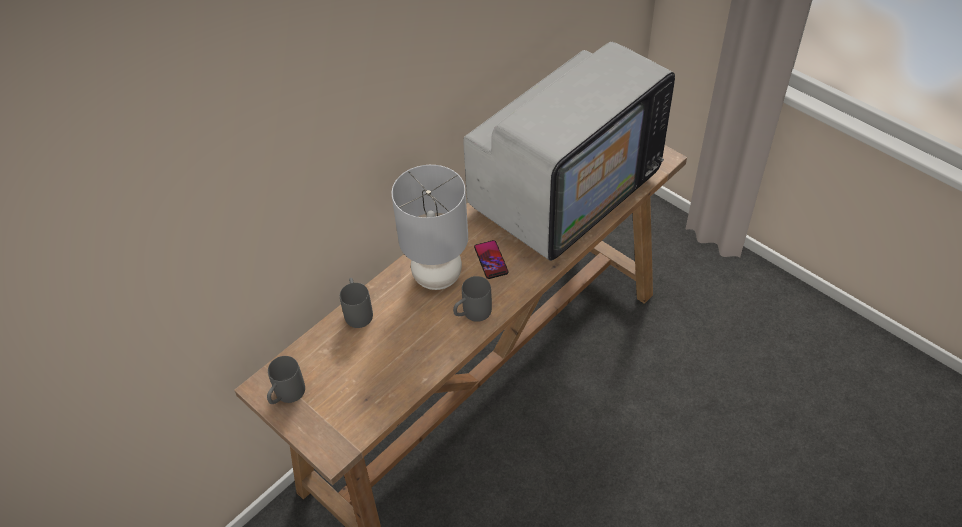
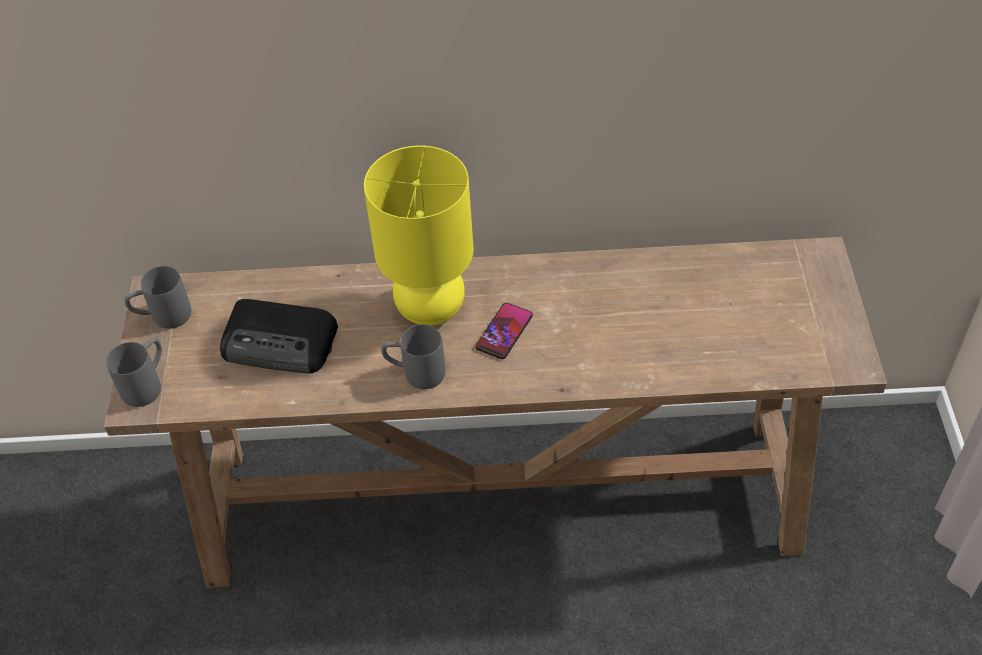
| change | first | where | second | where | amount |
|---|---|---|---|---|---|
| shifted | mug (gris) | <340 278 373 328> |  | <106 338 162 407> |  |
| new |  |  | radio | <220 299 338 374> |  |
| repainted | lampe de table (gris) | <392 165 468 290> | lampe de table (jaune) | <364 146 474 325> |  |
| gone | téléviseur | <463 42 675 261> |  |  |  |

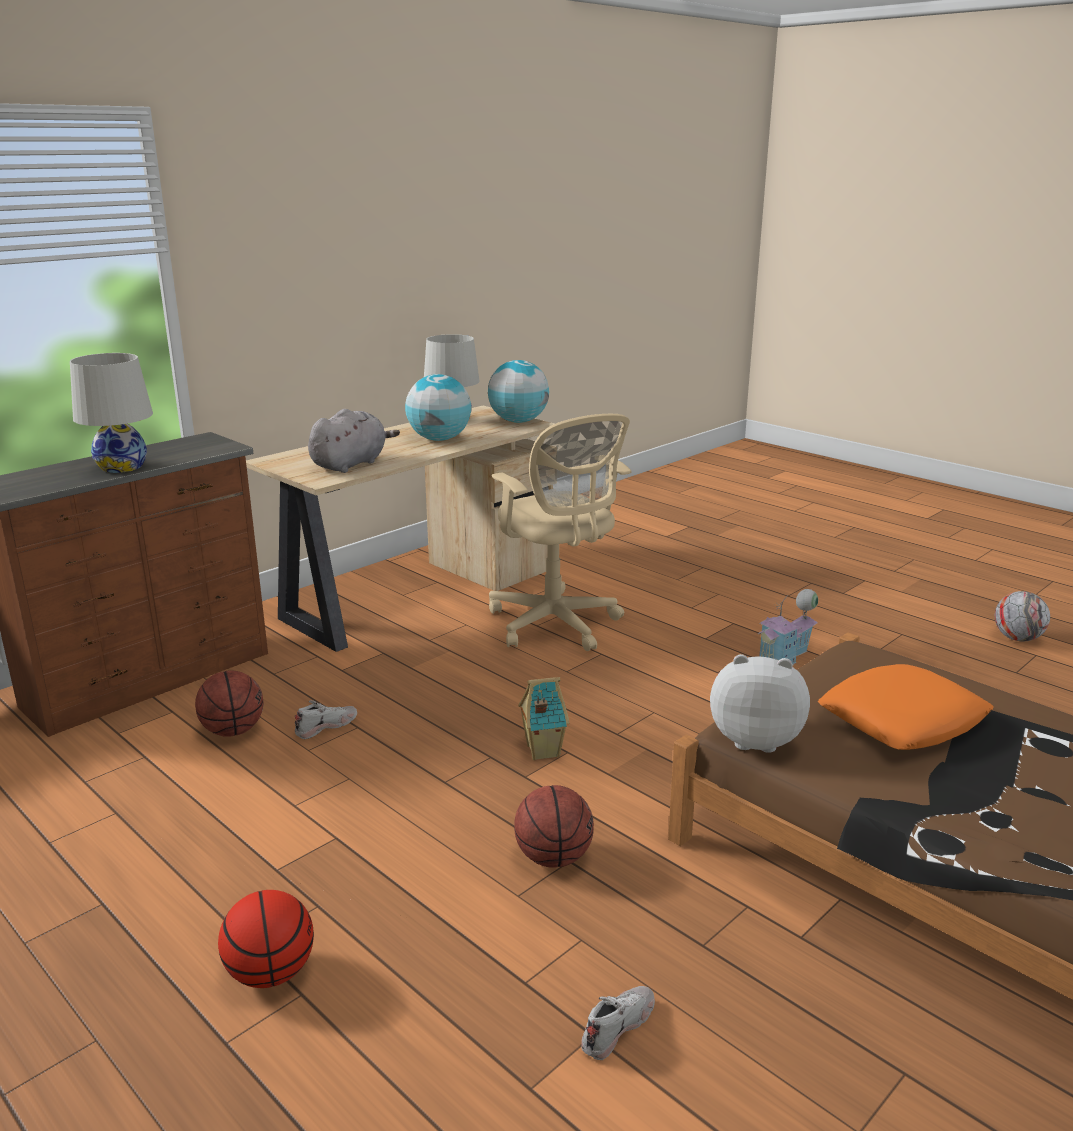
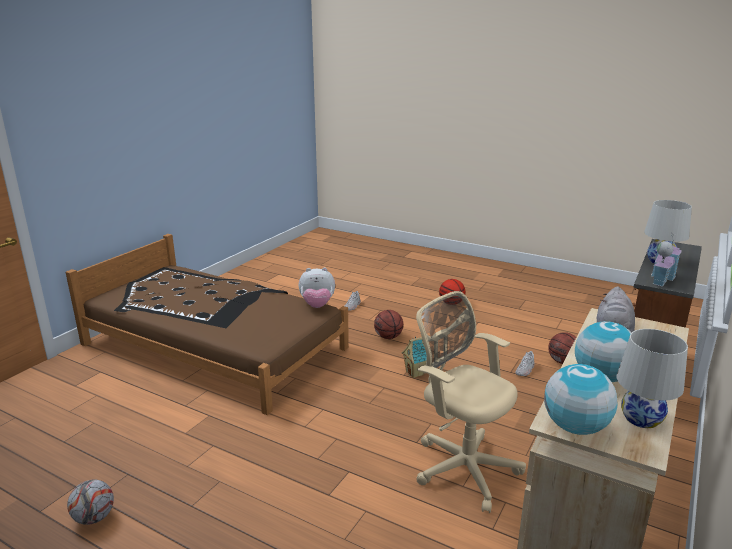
| change | first | where | second | where | amount |
|---|---|---|---|---|---|
| shifted | maison miniature | <758 589 818 666> |  | <651 233 682 287> |  |
| gone | coussin (orange) | <818 664 994 750> |  |  |  |

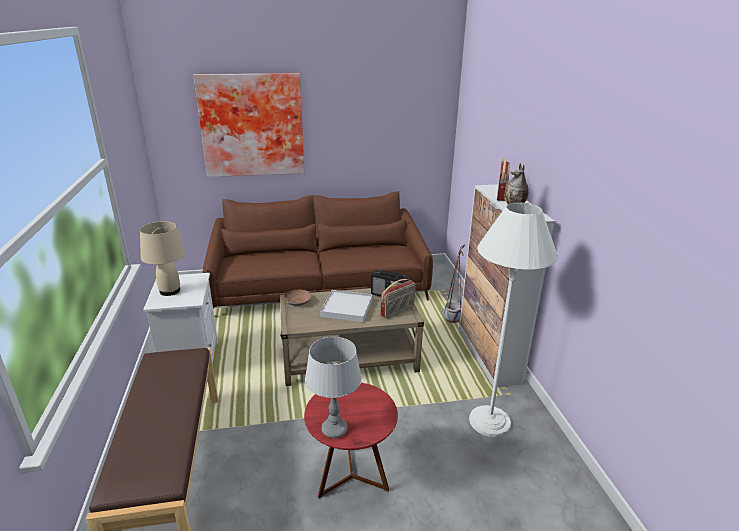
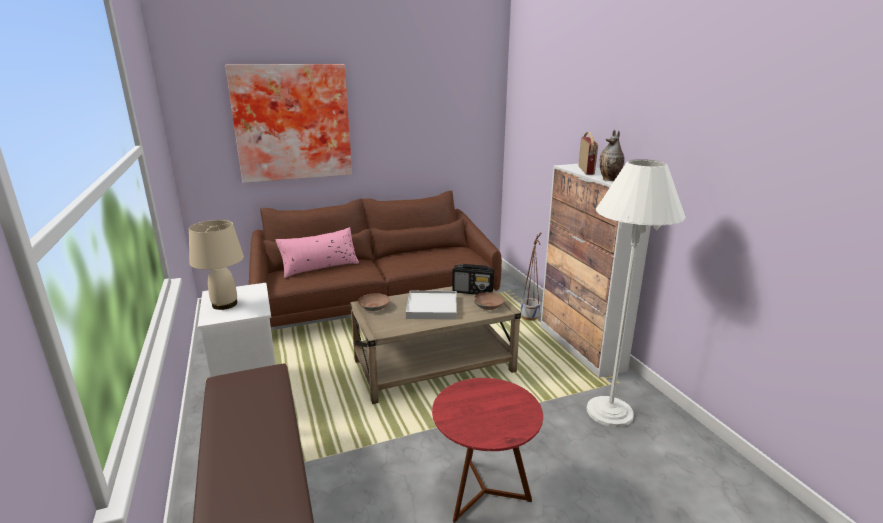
| change | first | where | second | where | amount |
|---|---|---|---|---|---|
| new |  |  | coussin (rose) | <275 227 359 278> |  |
| swapped | radio | <380 279 416 319> | bol (marron) | <474 292 505 310> |  |
| gone | lampe de table (gris) | <305 337 362 438> |  |  |  |

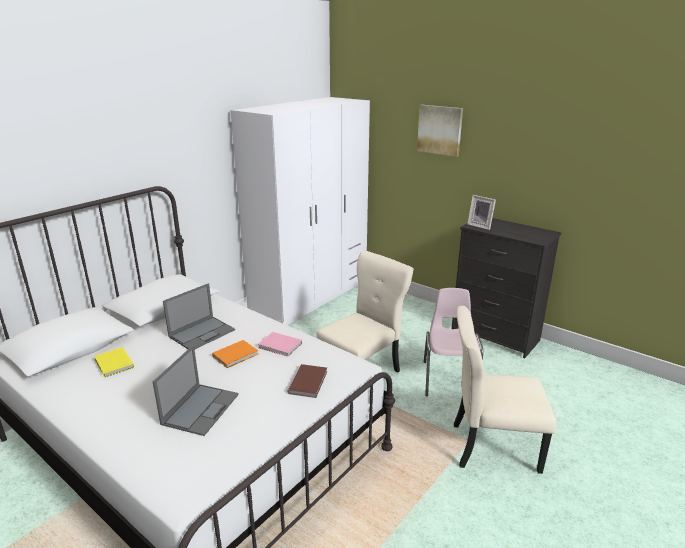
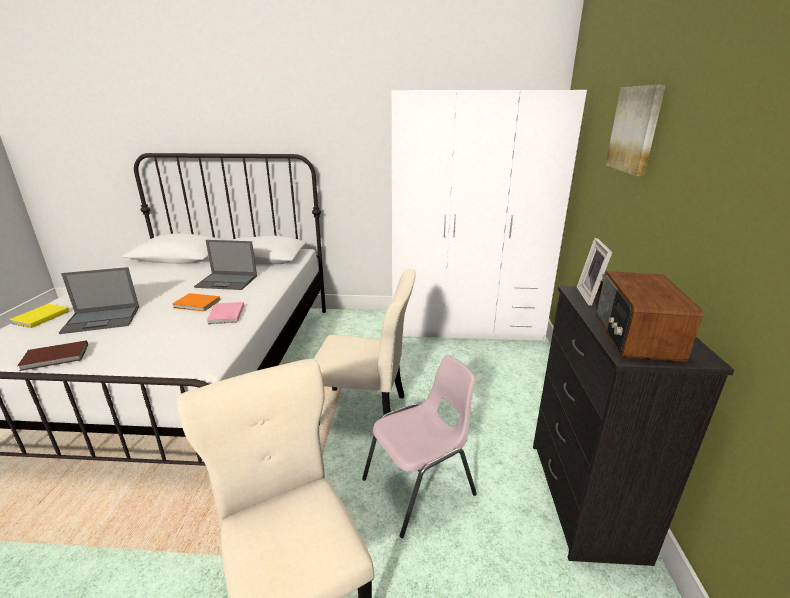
| change | first | where | second | where | amount |
|---|---|---|---|---|---|
| shifted | livre (jaune) | <94 347 134 378> |  | <9 304 70 328> |  |
| shifted | livre (marron) | <288 364 327 398> |  | <17 340 88 371> |  |
| new |  |  | radio | <597 271 703 362> |  |

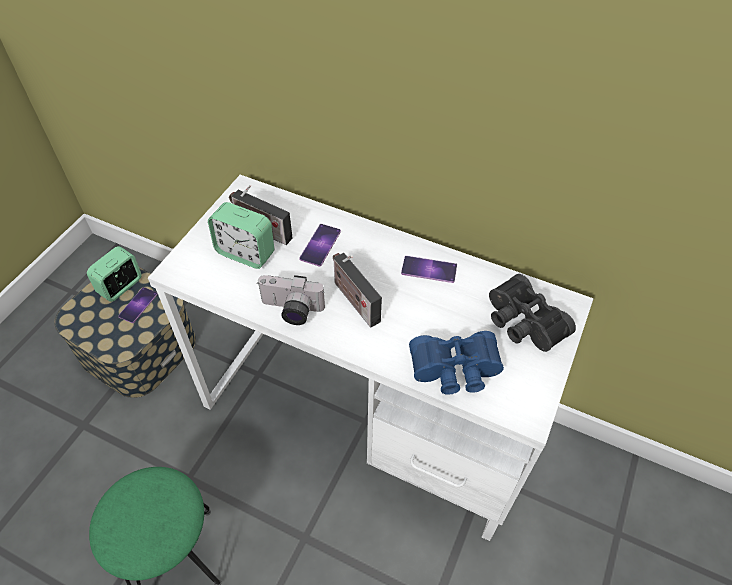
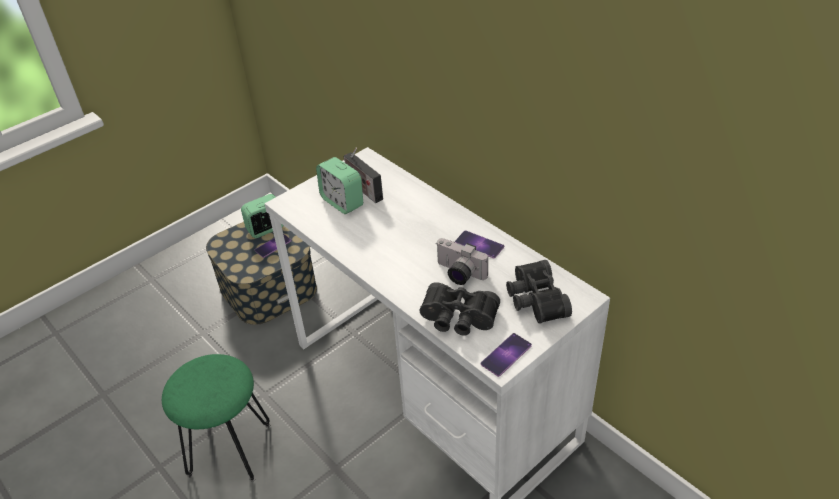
| change | first | where | second | where | amount |
|---|---|---|---|---|---|
| repainted | jumelles (bleu) | <409 331 504 395> | jumelles (noir) | <420 282 500 336> |  |
| shifted | appareil photo | <258 275 325 325> |  | <437 238 488 285> |  |
| shifted | téléphone | <299 224 341 267> |  | <481 333 532 377> |  |
| gone | radio | <333 253 382 327> |  |  |  |

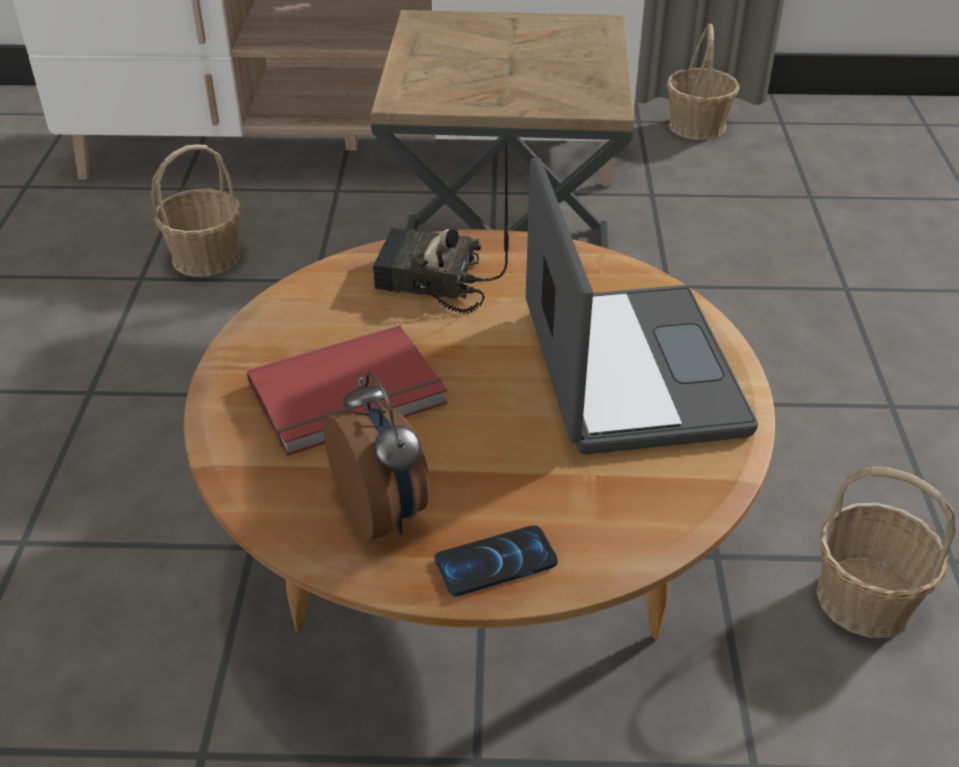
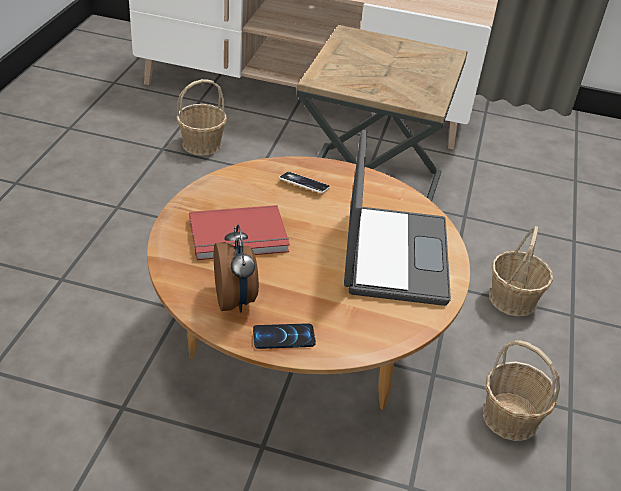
| change | first | where | second | where | amount |
|---|---|---|---|---|---|
| swapped | radio | <373 139 509 314> | téléphone | <279 172 330 193> |  |
| shifted | panier | <666 24 740 140> |  | <489 226 553 317> |  |

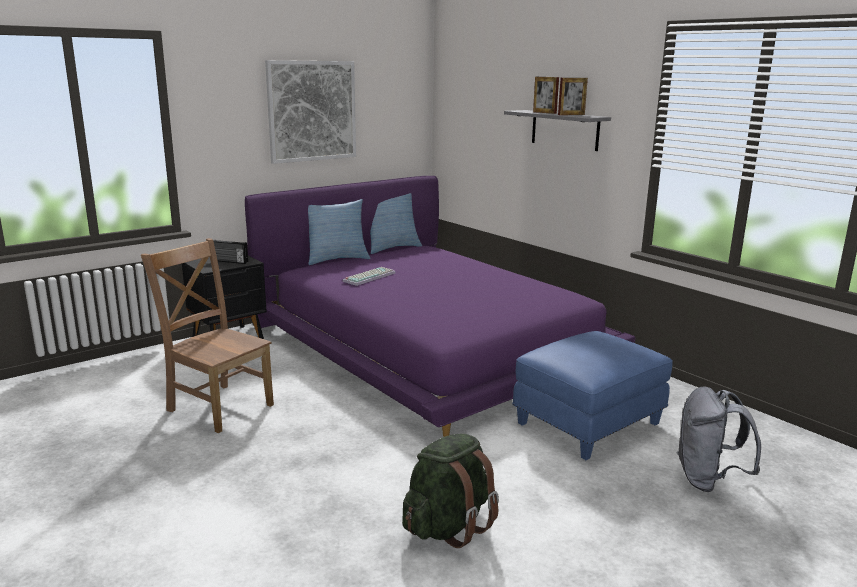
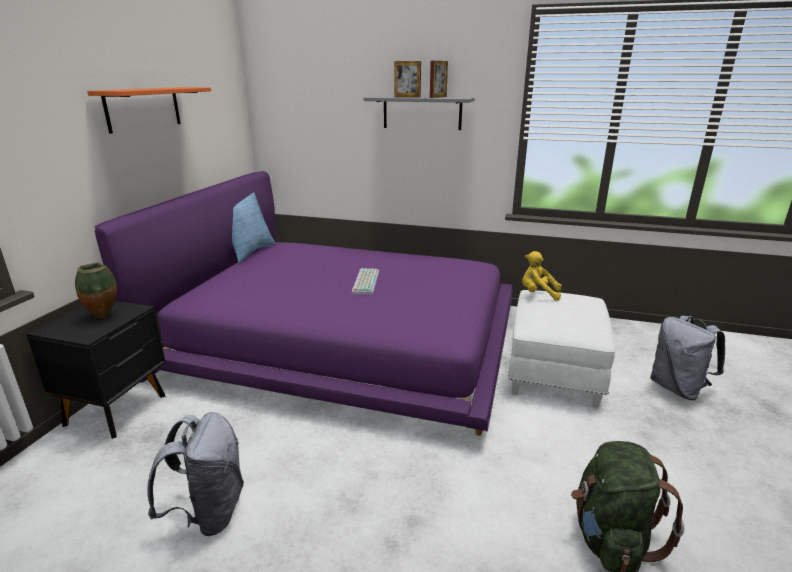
| change | first | where | second | where | amount |
|---|---|---|---|---|---|
| swapped | radio | <213 240 248 264> | vase | <75 262 117 318> |  |
| swapped | tableau | <265 60 356 164> | étagère (orange) | <87 87 211 134> |  |
| swapped | chaise (marron) | <141 238 274 433> | sac à dos (gris) | <147 412 244 536> |  |
| shifted | clavier | <343 267 395 286> |  | <351 268 380 295> |  |
| repainted | pouf (bleu) | <512 331 673 460> | pouf (blanc) | <508 290 615 408> |  |
| new |  |  | peluche (jaune) | <522 251 562 301> |  |
| gone | coussin | <308 199 371 265> |  |  |  |

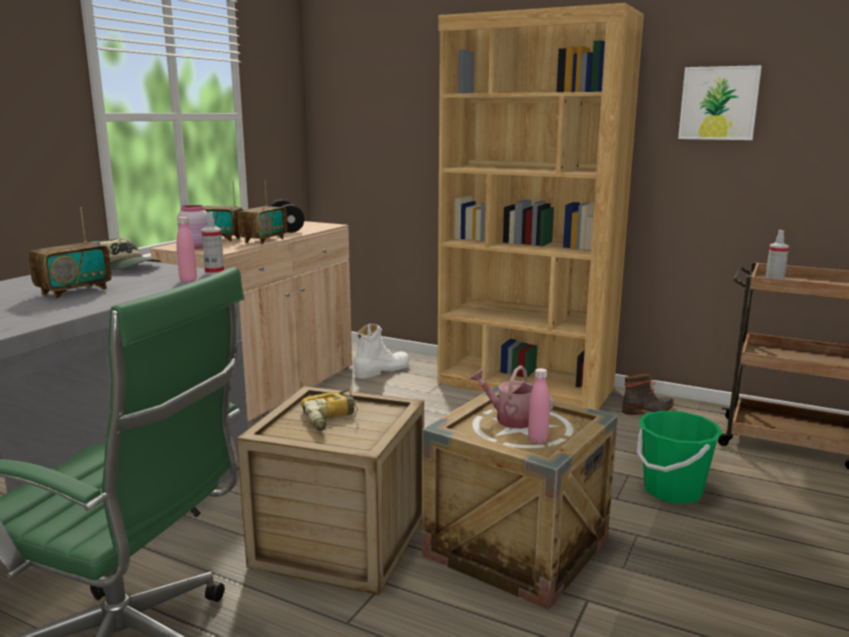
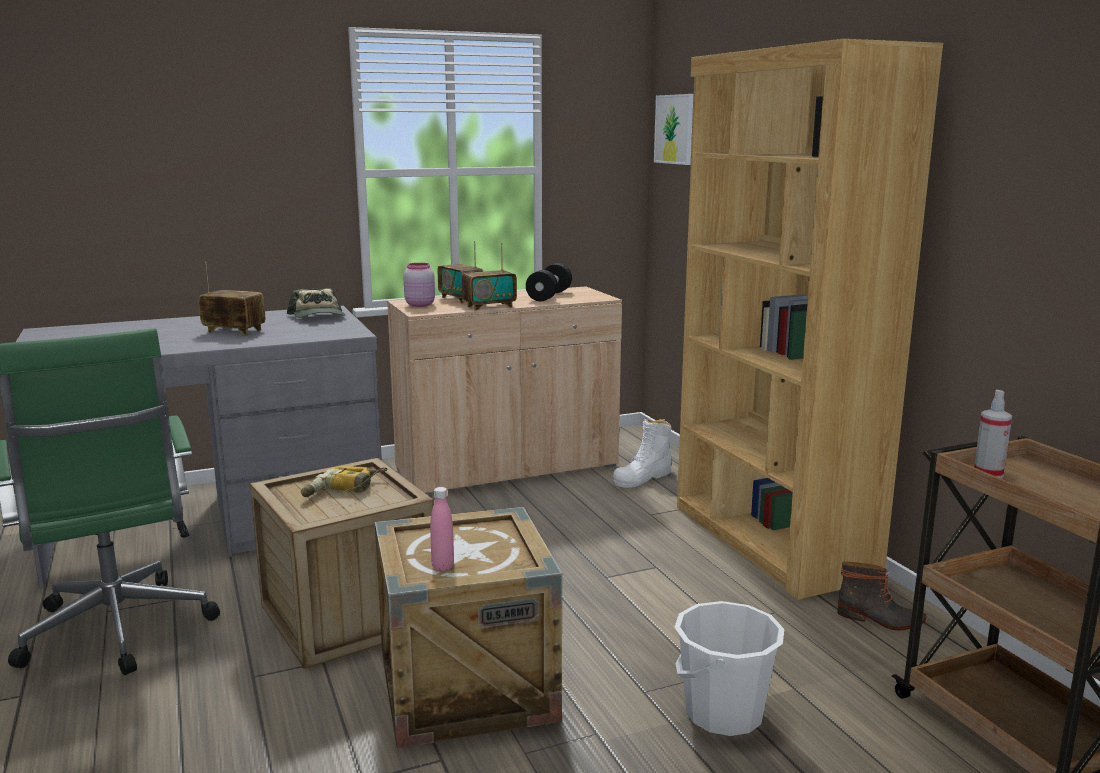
| change | first | where | second | where | amount |
|---|---|---|---|---|---|
| rotated | radio | <29 207 112 299> |  | <199 262 265 335> | 150 degrees counterclockwise |
| rotated | botte (blanc) | <354 324 409 379> |  | <613 418 672 488> | 135 degrees clockwise |
| shifted | tableau | <678 65 762 140> |  | <654 94 693 165> |  |
| repainted | seau (vert) | <637 411 723 504> | seau (blanc) | <675 601 784 736> |  |
| gone | bouteille (rose) | <176 217 197 282> |  |  |  |
| gone | vaporisateur | <201 212 224 275> |  |  |  |
| gone | arrosoir | <470 365 554 429> |  |  |  |

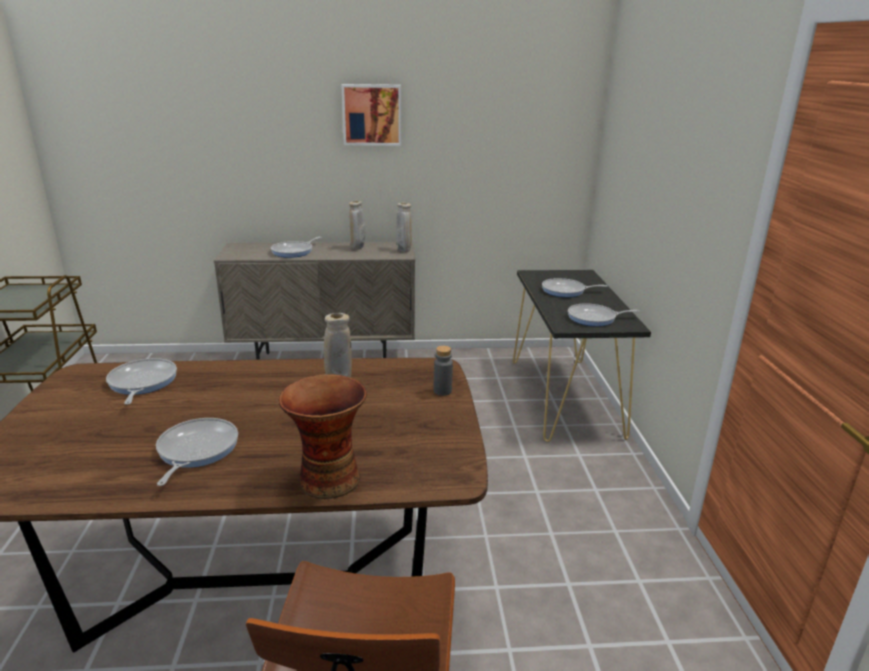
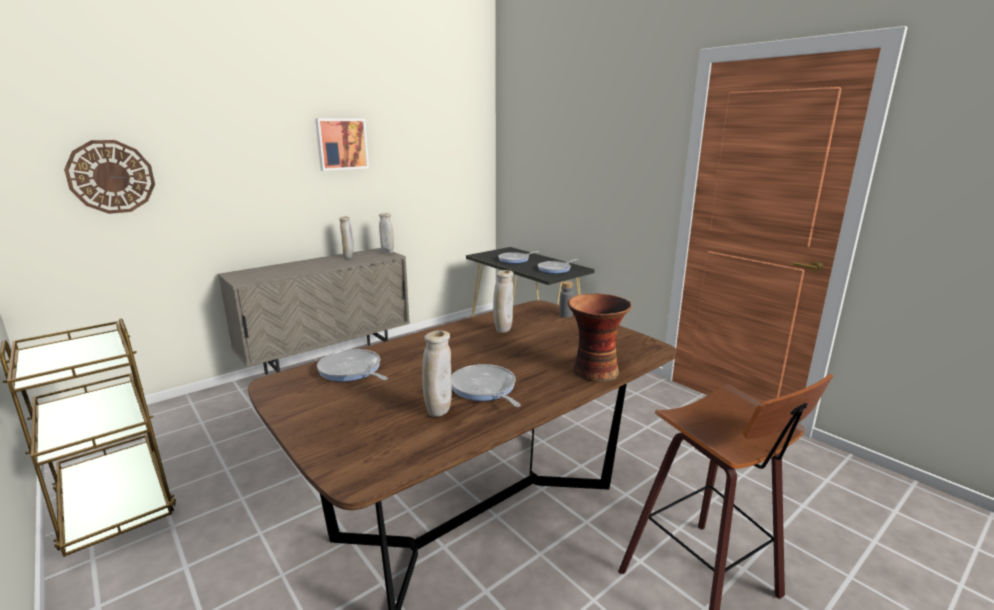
| change | first | where | second | where | amount |
|---|---|---|---|---|---|
| new |  |  | horloge murale | <64 140 155 214> |  |
| new |  |  | vase (beige) | <422 330 452 417> |  |
| gone | poêle | <271 237 322 258> |  |  |  |

